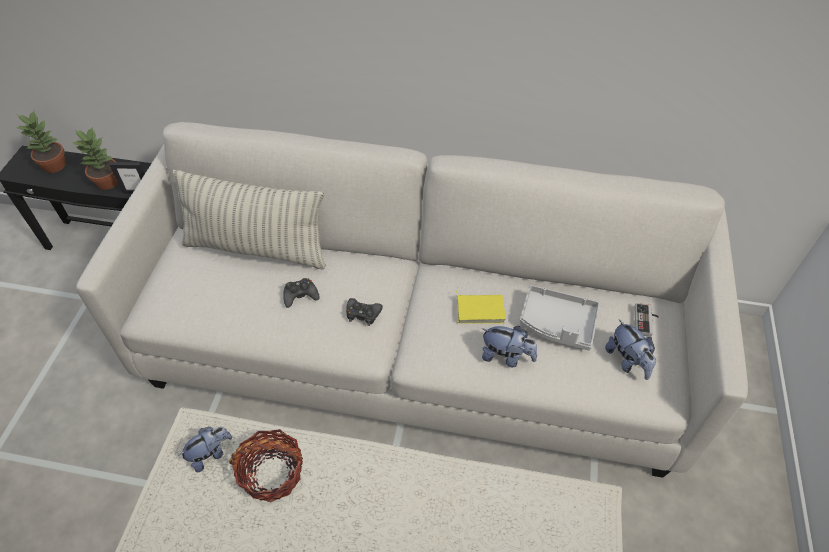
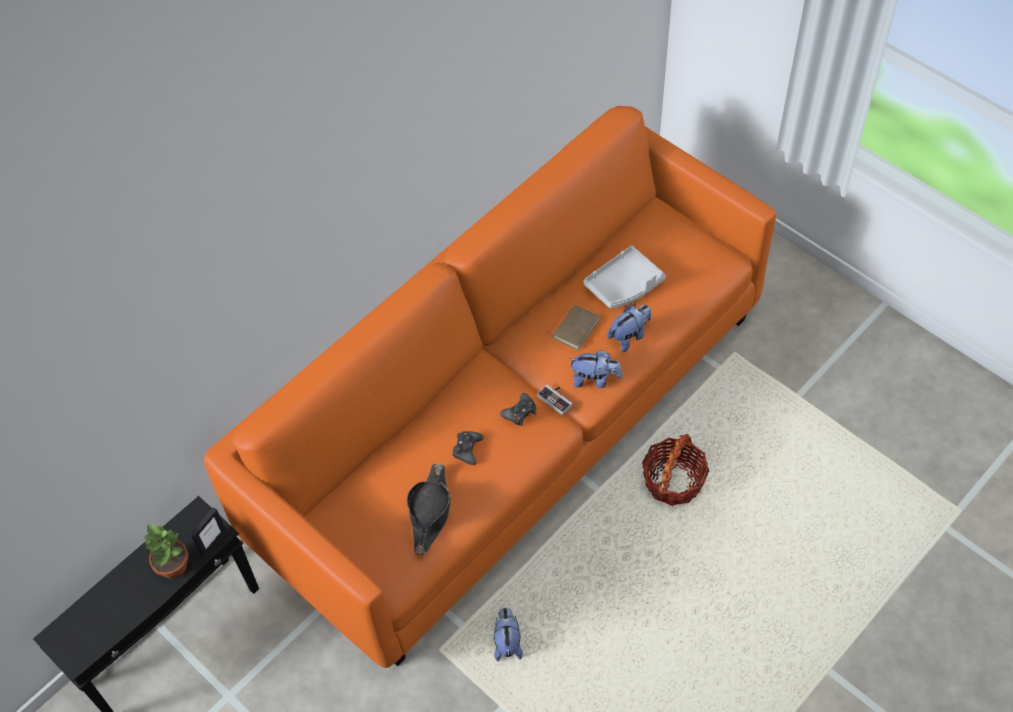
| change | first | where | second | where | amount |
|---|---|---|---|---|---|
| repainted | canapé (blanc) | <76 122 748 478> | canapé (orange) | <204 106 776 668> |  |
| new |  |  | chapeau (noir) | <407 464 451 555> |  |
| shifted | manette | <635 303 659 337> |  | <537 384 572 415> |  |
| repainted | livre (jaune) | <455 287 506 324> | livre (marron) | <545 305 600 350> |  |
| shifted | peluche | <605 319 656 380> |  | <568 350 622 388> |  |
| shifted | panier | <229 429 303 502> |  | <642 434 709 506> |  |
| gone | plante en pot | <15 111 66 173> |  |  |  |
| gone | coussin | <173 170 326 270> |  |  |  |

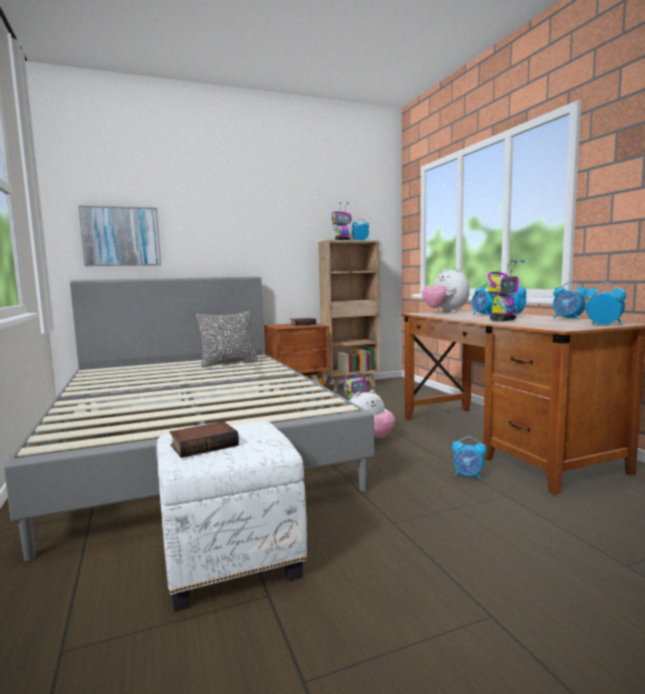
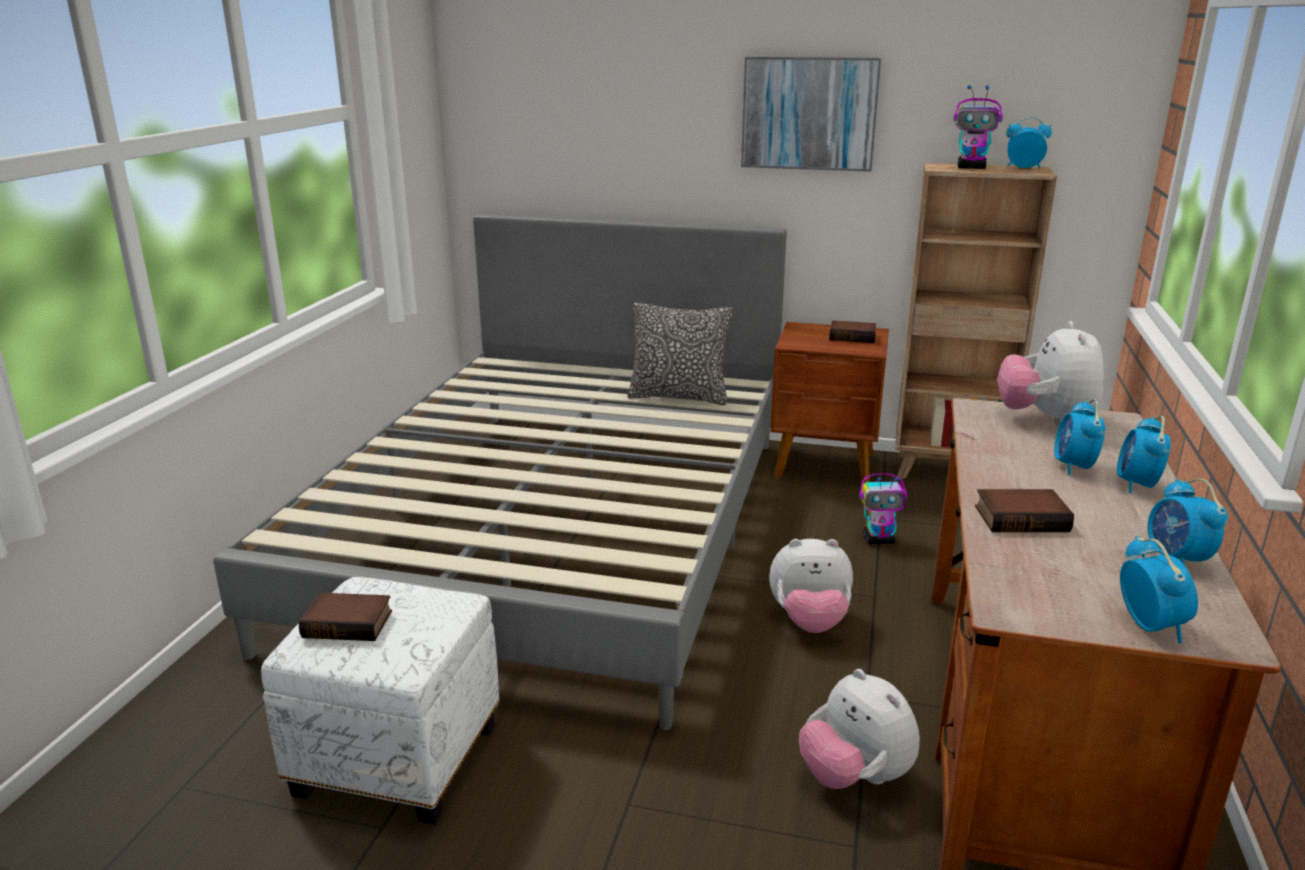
| change | first | where | second | where | amount |
|---|---|---|---|---|---|
| shifted | tableau | <78 205 161 266> |  | <741 57 881 172> |  |
| swapped | réveil | <452 436 487 480> | peluche | <799 669 920 789> |  |
| swapped | robot jouet | <484 260 525 321> | livre | <975 489 1074 532> |  |

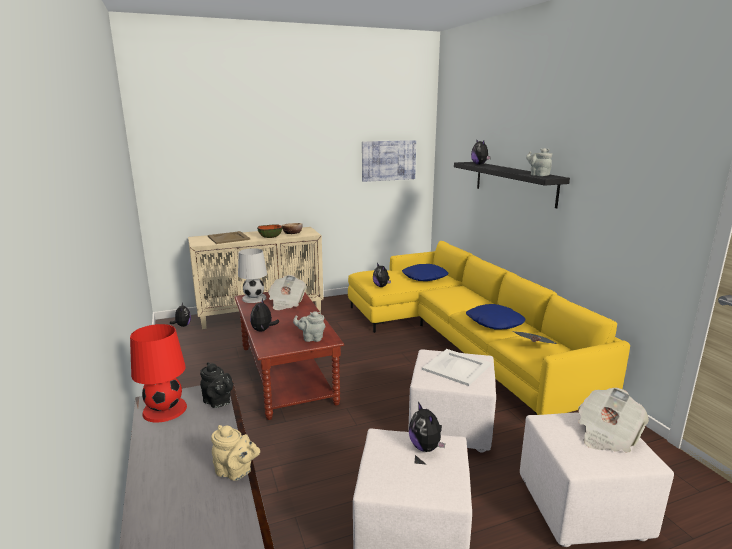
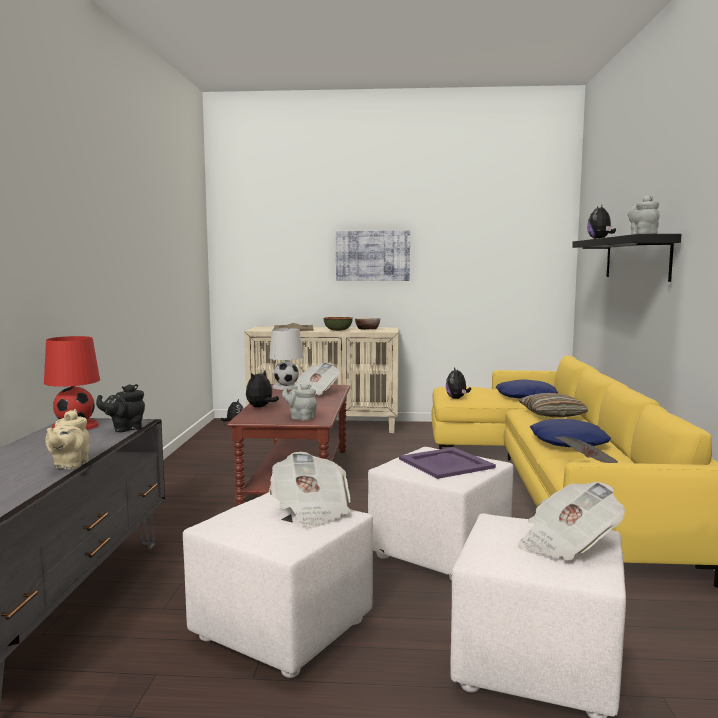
| change | first | where | second | where | amount |
|---|---|---|---|---|---|
| rotated | théière (beige) | <211 425 260 481> |  | <45 409 89 470> | 45 degrees clockwise |
| rotated | théière (noir) | <200 362 233 408> |  | <96 384 145 432> | 75 degrees clockwise |
| swapped | peluche | <409 402 445 452> | journal | <269 452 351 528> |  |
| shifted | tableau | <362 140 416 182> |  | <336 231 410 281> |  |
| repainted | plateau (blanc) | <422 349 491 386> | plateau (violet) | <399 447 496 479> |  |
| new |  |  | coussin | <518 393 588 418> |  |

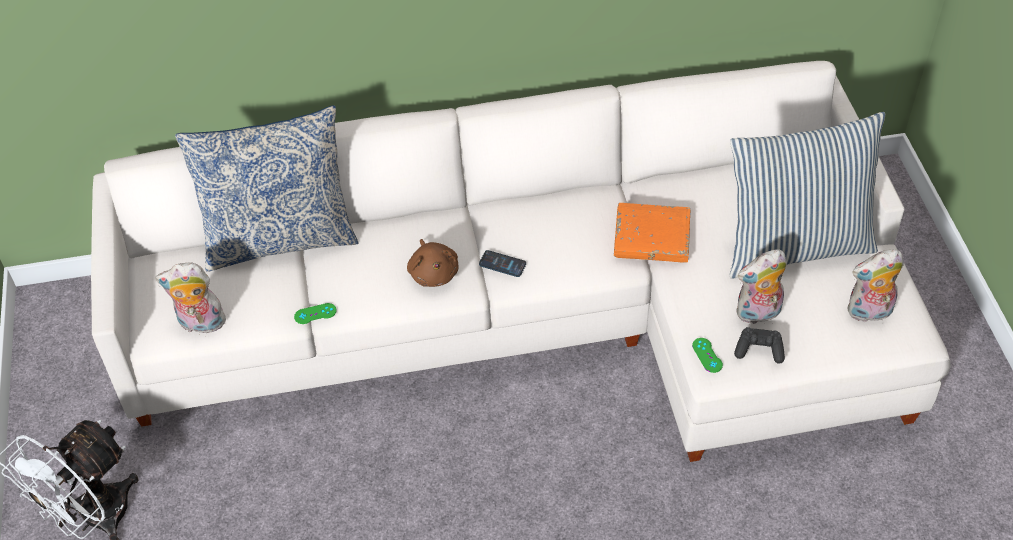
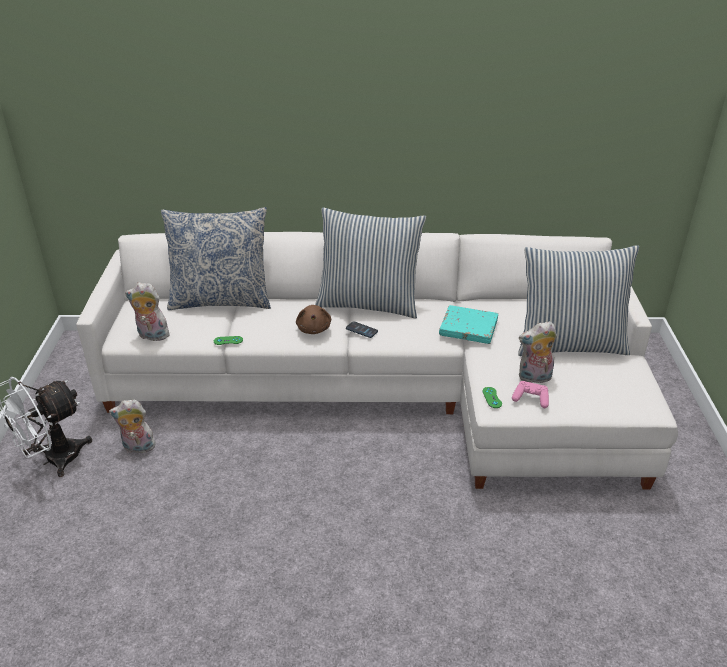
| change | first | where | second | where | amount |
|---|---|---|---|---|---|
| shifted | peluche | <847 249 904 322> |  | <109 399 159 453> |  |
| new |  |  | coussin | <315 208 426 319> |  |
| repainted | livre (orange) | <614 203 691 263> | livre (turquoise) | <439 305 498 344> |  |
| repainted | manette (noir) | <734 327 785 364> | manette (rose) | <512 381 549 408> |  |

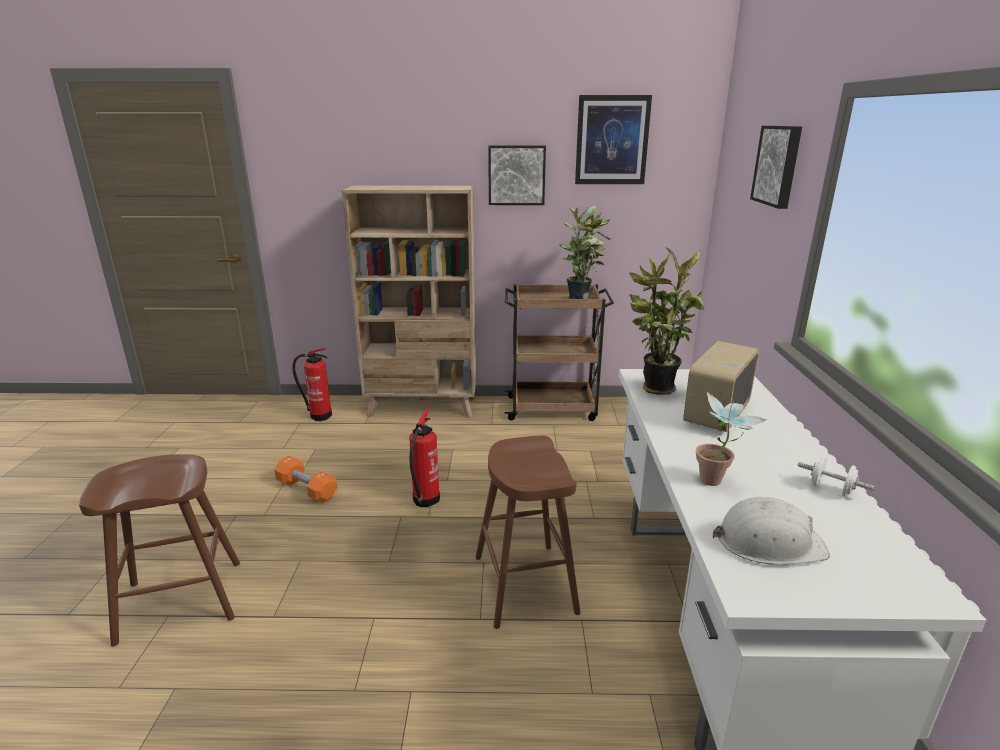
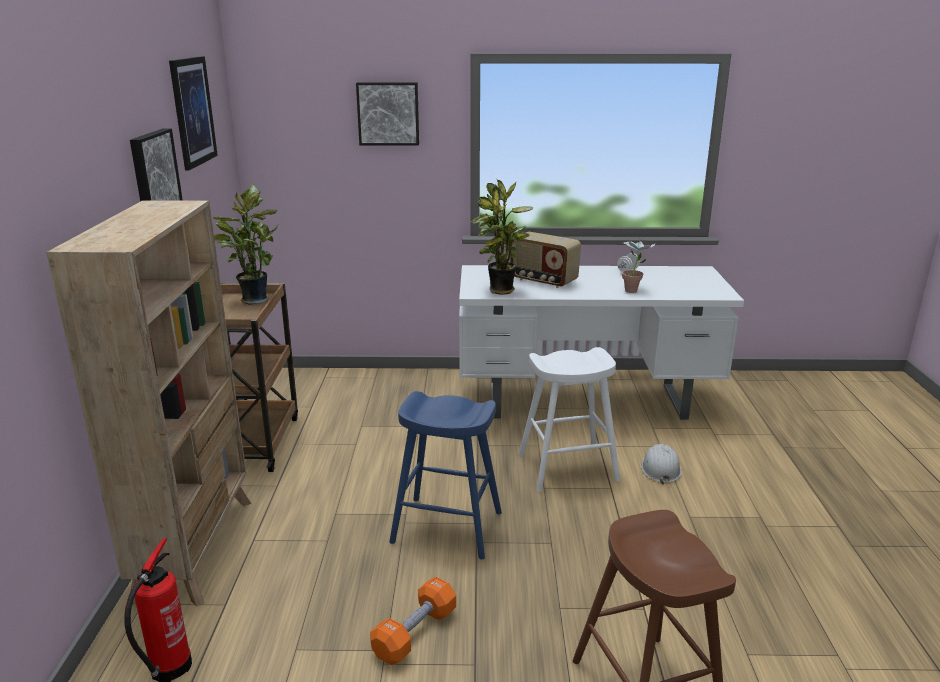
| change | first | where | second | where | amount |
|---|---|---|---|---|---|
| swapped | extincteur | <409 407 440 507> | tabouret (bleu) | <389 391 502 559> |  |
| repainted | tabouret (marron) | <475 435 580 629> | tabouret (blanc) | <519 347 620 492> |  |
| shifted | casque de chantier (blanc) | <713 497 830 565> |  | <641 444 682 484> |  |

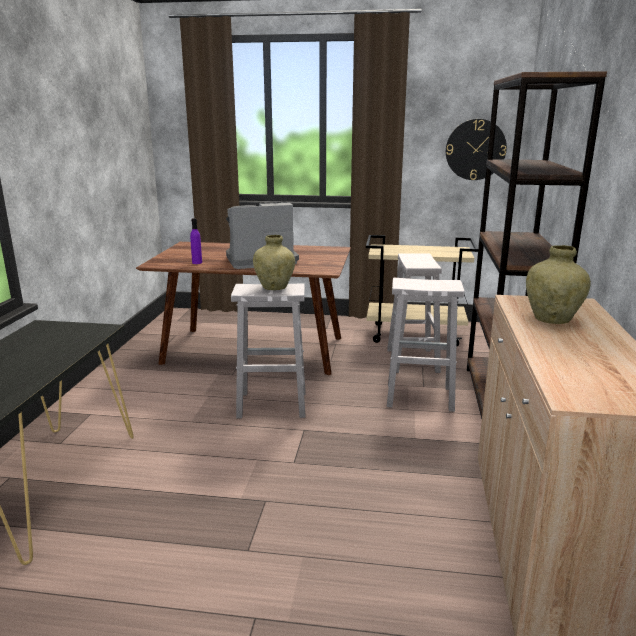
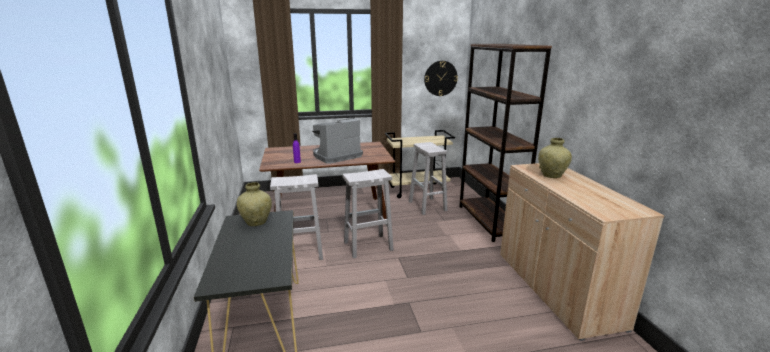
| change | first | where | second | where | amount |
|---|---|---|---|---|---|
| shifted | vase (beige) | <253 235 295 290> |  | <237 182 272 226> |  |
| shifted | tabouret (blanc) | <387 278 465 412> |  | <270 174 323 260> |  |

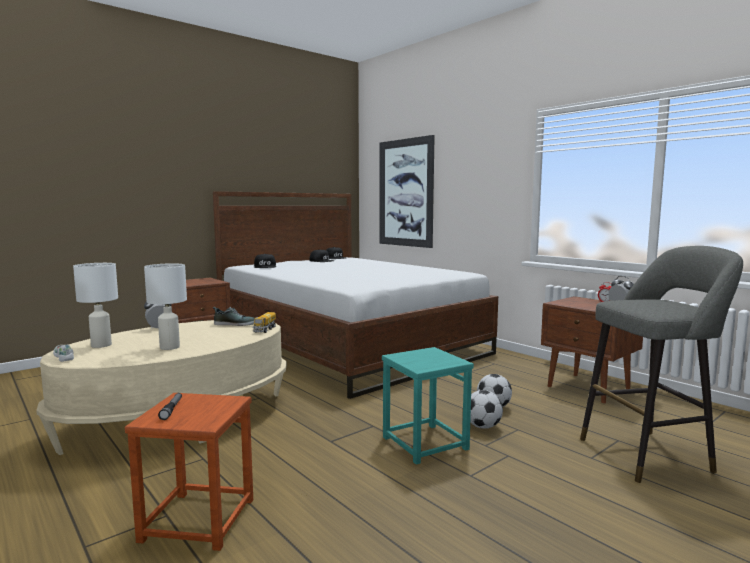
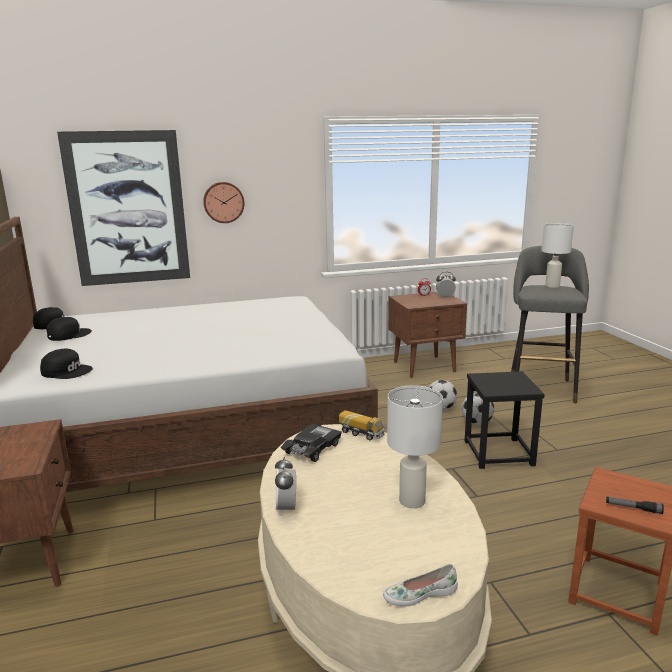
| change | first | where | second | where | amount |
|---|---|---|---|---|---|
| new |  |  | horloge murale | <203 182 244 223> |  |
| swapped | chaussure | <213 307 255 326> | petite voiture (noir) | <281 424 342 462> |  |
| repainted | tabouret (turquoise) | <382 347 474 465> | tabouret (noir) | <465 371 545 469> |  |
| shifted | lampe de table (blanc) | <73 263 118 348> |  | <541 223 574 288> |  |

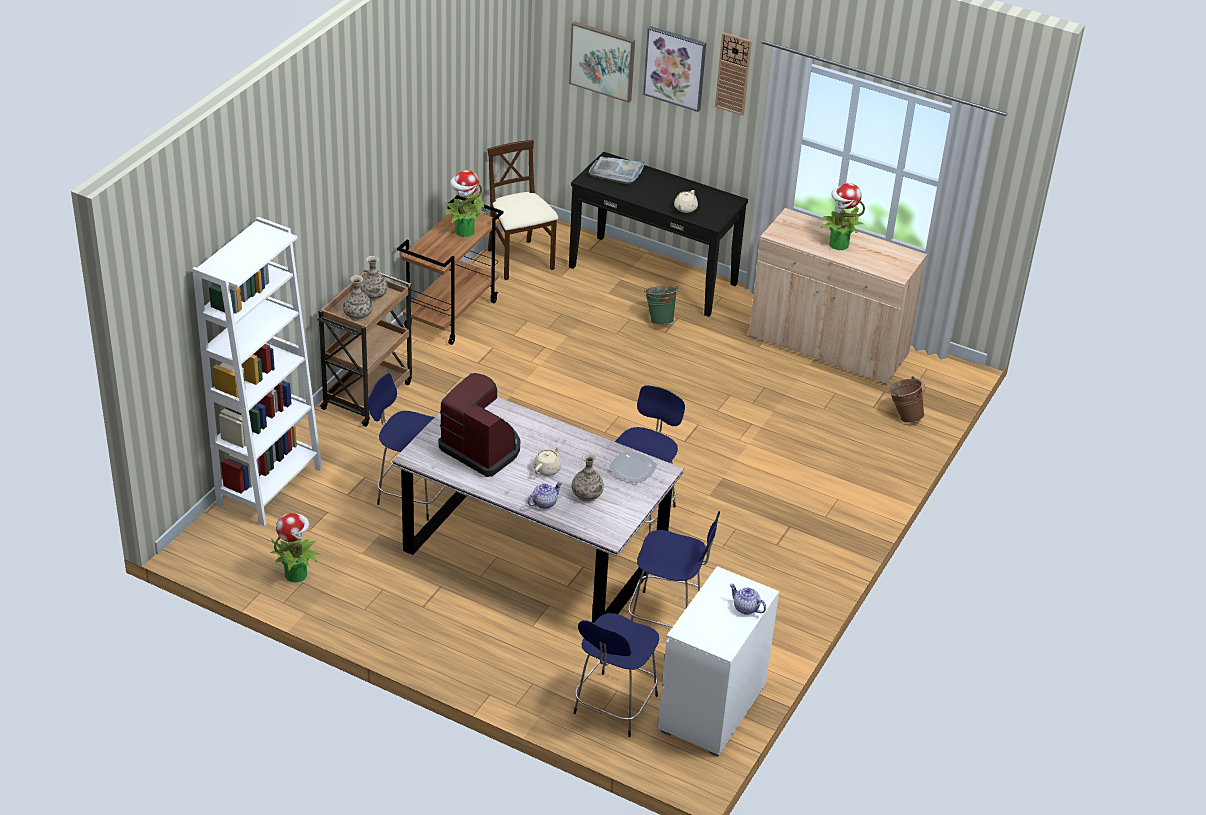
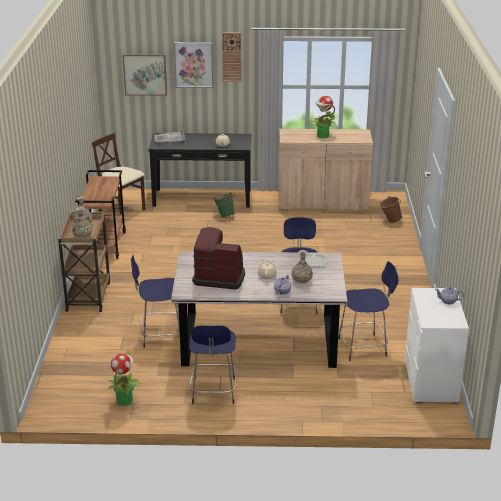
| change | first | where | second | where | amount |
|---|---|---|---|---|---|
| shifted | tabouret (bleu) | <574 613 659 737> |  | <189 325 237 404> |  |
| gone | bibliothèque (blanc) | <193 217 322 526> |  |  |  |
| gone | plante en pot | <443 170 485 237> |  |  |  |

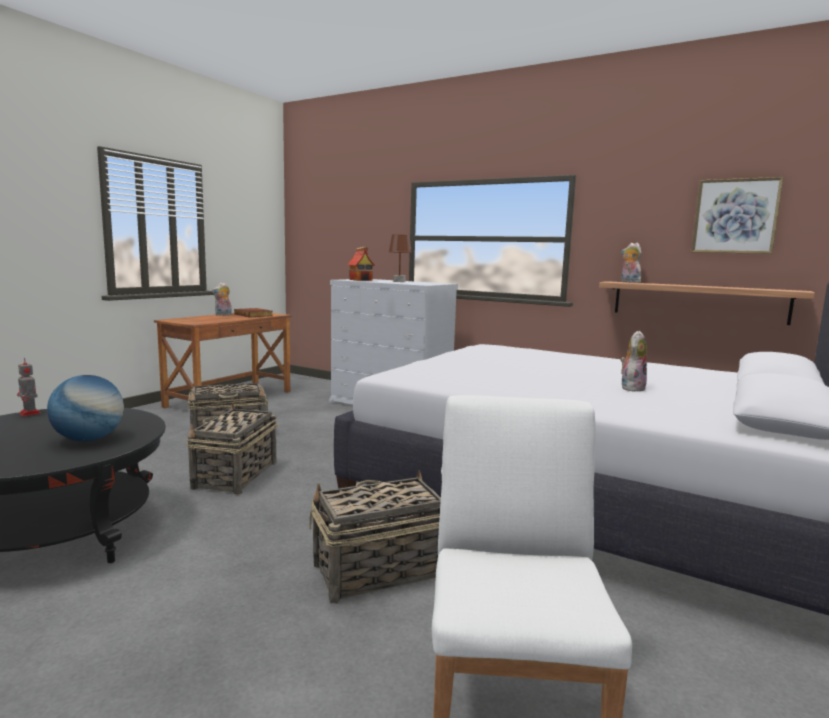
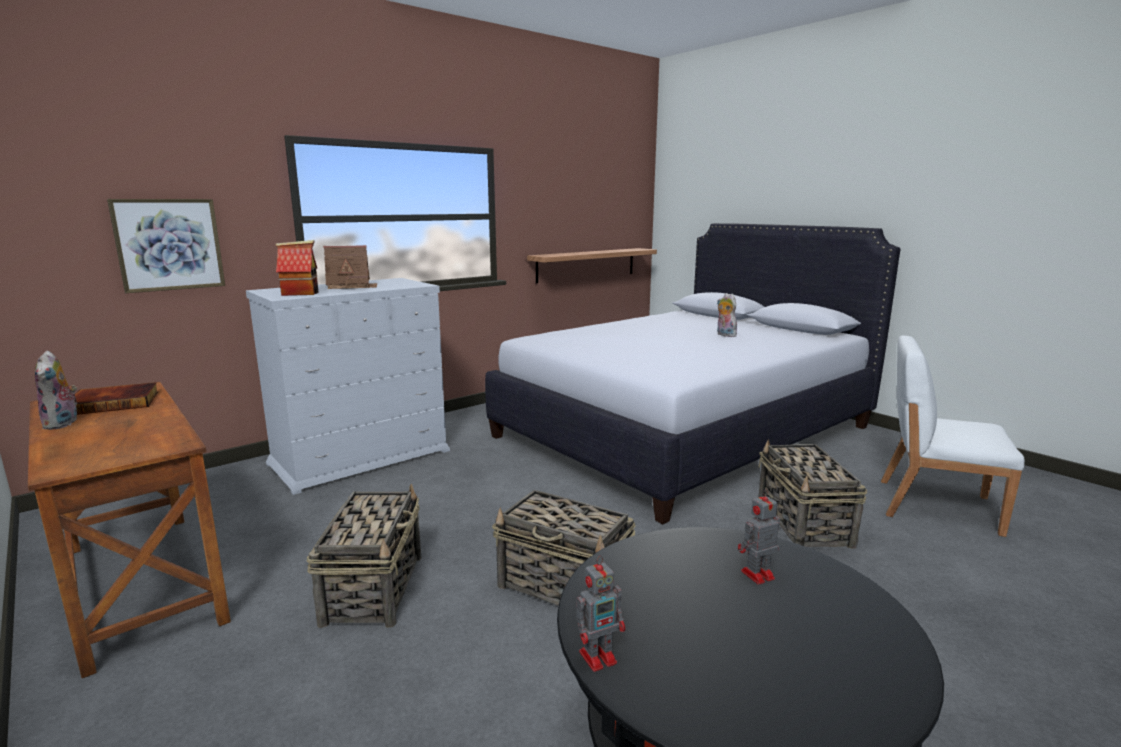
| change | first | where | second | where | amount |
|---|---|---|---|---|---|
| shifted | tableau | <691 177 784 254> |  | <107 199 225 293> |  |
| swapped | lampe de table (marron) | <388 234 412 282> | maison miniature | <323 245 377 289> |  |
| swapped | globe | <47 375 124 442> | robot jouet | <738 489 780 585> |  |
| gone | peluche | <621 243 642 283> |  |  |  |

